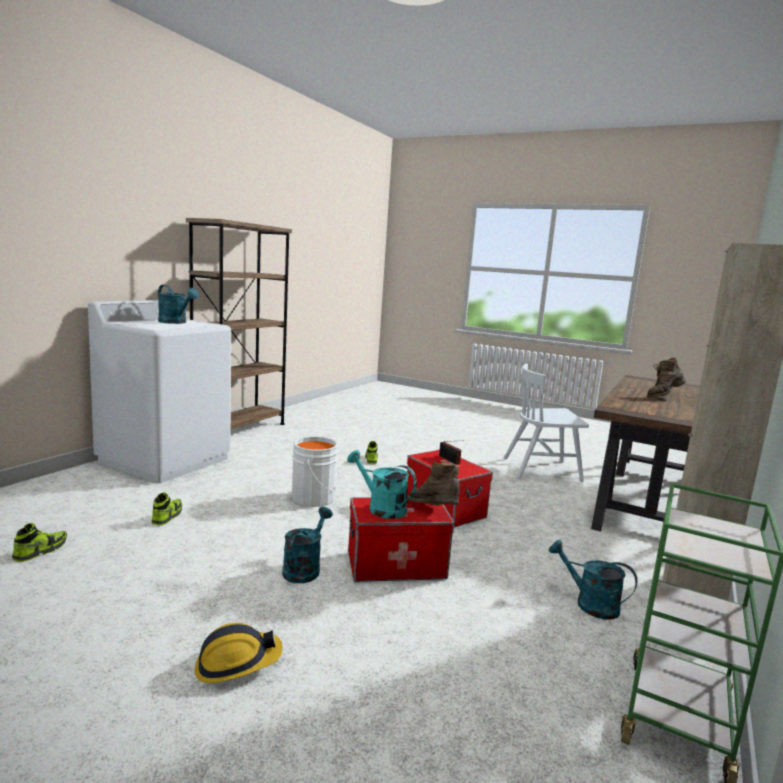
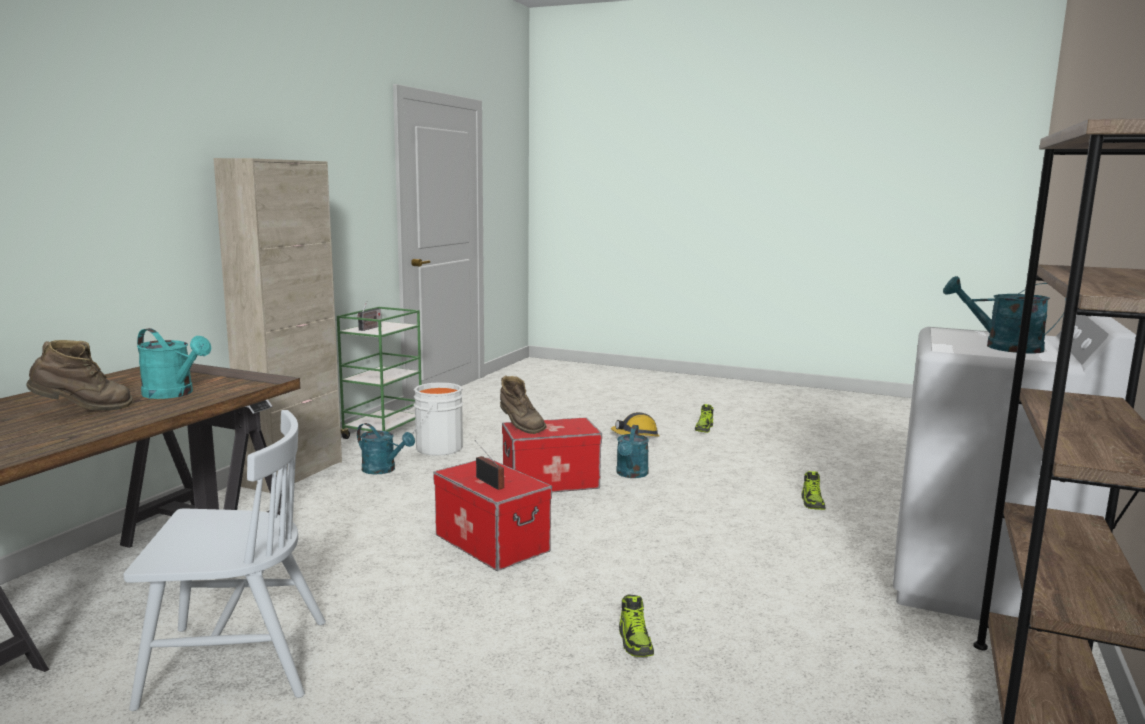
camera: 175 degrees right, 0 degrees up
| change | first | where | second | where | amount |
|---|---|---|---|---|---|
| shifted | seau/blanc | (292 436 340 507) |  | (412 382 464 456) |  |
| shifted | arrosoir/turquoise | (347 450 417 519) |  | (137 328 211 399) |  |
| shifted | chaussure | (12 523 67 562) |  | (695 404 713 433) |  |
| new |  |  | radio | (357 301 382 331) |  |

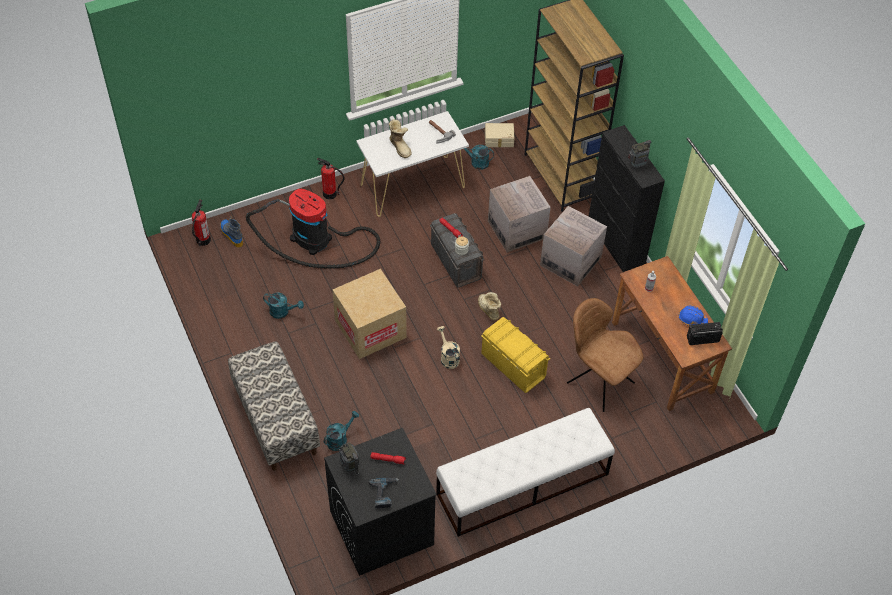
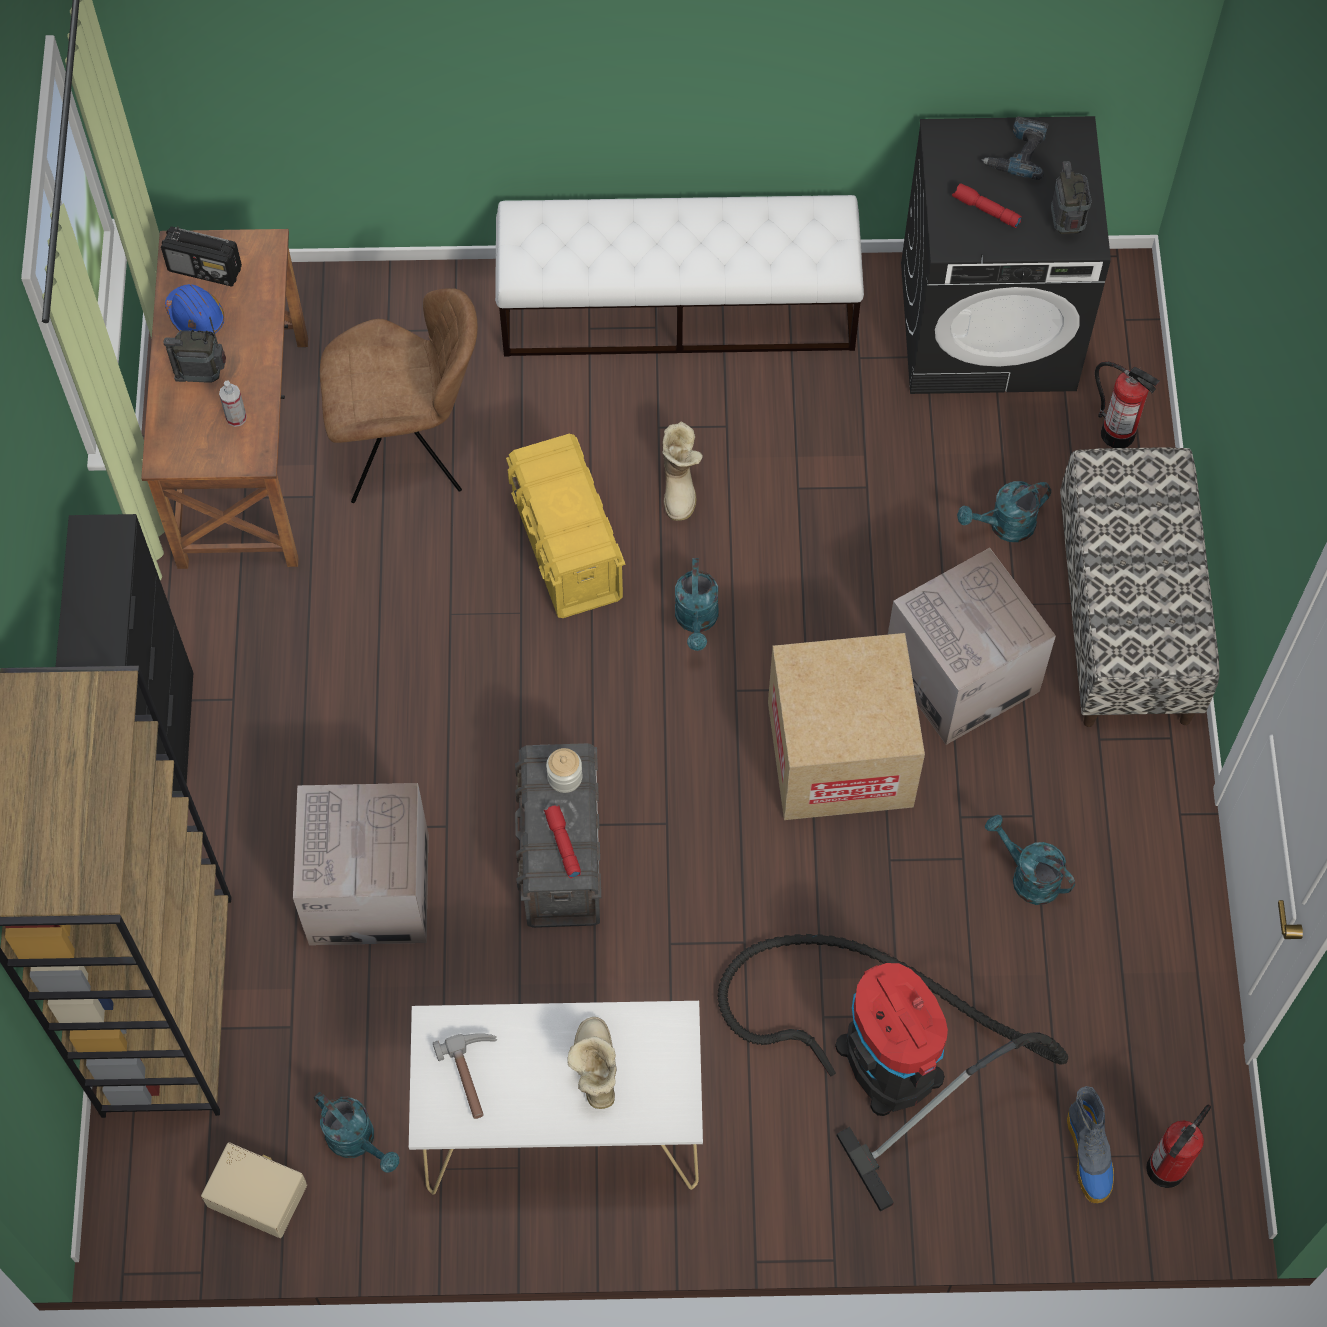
camera: 155 degrees left, 10 degrees up
| change | first | where | second | where | amount |
|---|---|---|---|---|---|
| shifted | radio | (628 138 651 169) |  | (163 317 226 383) |  |
| shifted | extincteur | (317 158 345 200) |  | (1095 361 1160 448) |  |
| shifted | carton | (540 206 607 286) |  | (888 548 1056 745) |  |
| shifted | botte | (478 292 501 320) |  | (662 422 703 521) |  |
| rotated | chaise/marron | (567 298 644 412) |  | (320 288 478 503) | 75 degrees counterclockwise |
| repainted | arrosoir/beige | (437 326 460 369) | arrosoir/turquoise | (675 558 718 651) |  |

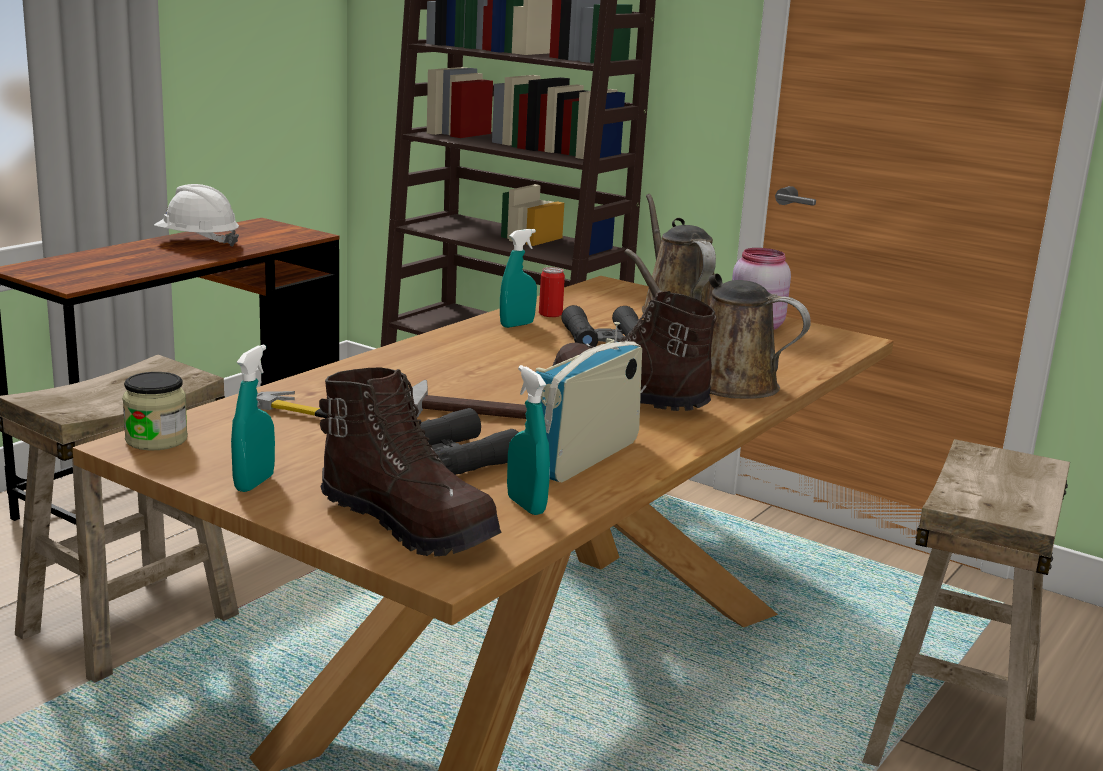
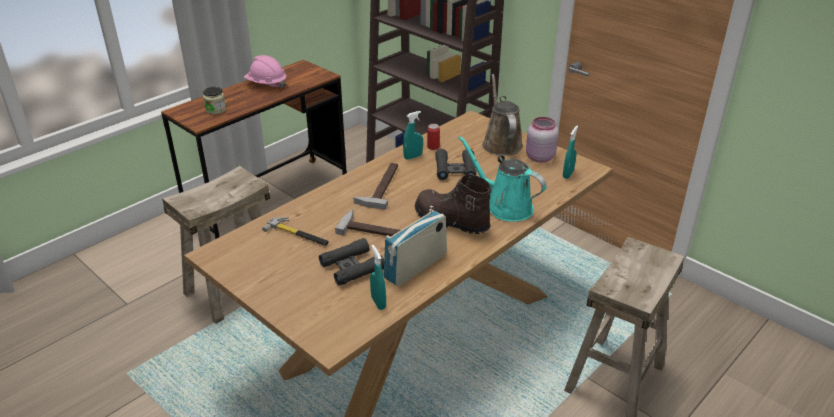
camera: 10 degrees right, 15 degrees up
| change | first | where | second | where | amount |
|---|---|---|---|---|---|
| repainted | casque de chantier/blanc | (154 184 239 247) | casque de chantier/rose | (244 55 286 88) |  |
| repainted | arrosoir/marron | (624 249 811 399) | arrosoir/turquoise | (458 136 547 222) |  |
| shifted | vaporisateur/turquoise | (231 345 275 492) |  | (563 126 578 179) |  |
| gone | botte/marron | (319 368 501 557) |  |  |  |
| shifted | bocal | (122 372 188 450) |  | (203 87 226 114) |  |
| new |  |  | marteau | (354 163 398 210) |  |

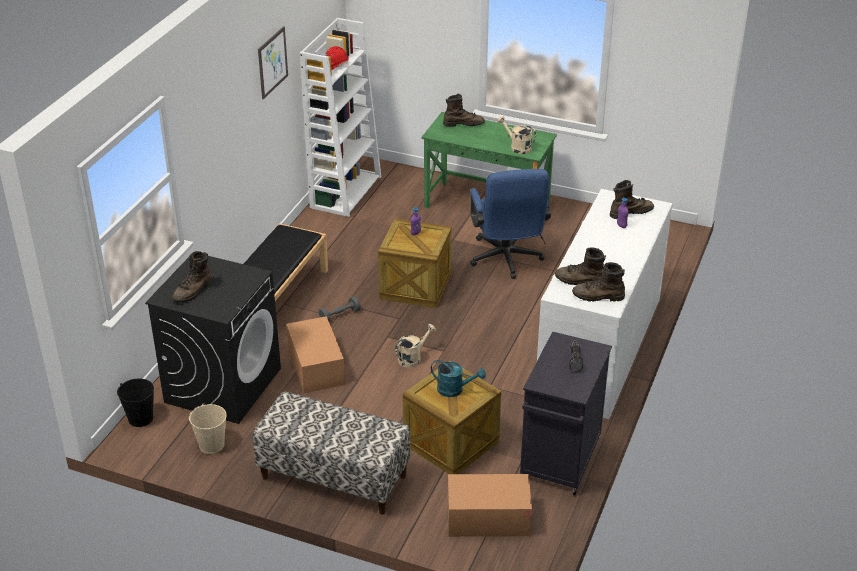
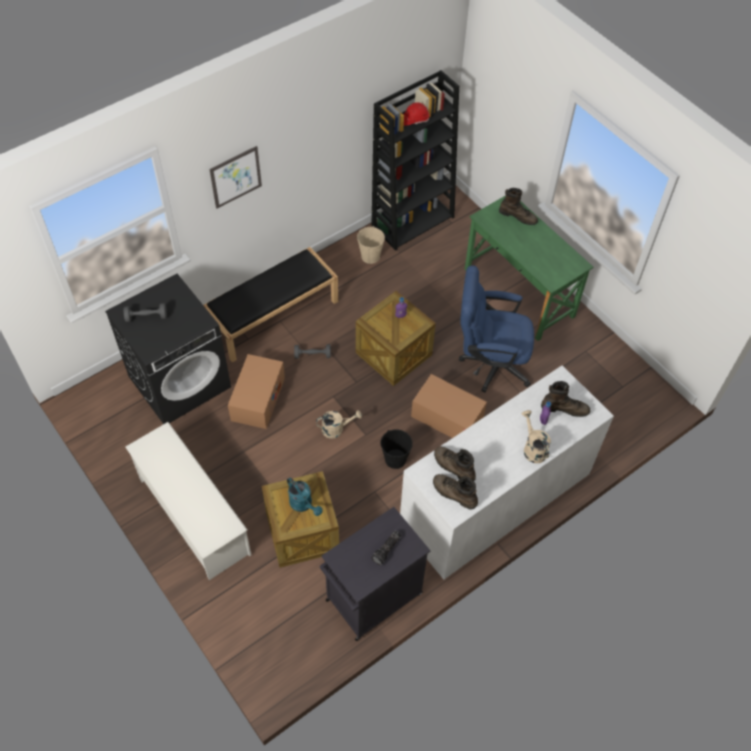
camera: 30 degrees right, 20 degrees up
| change | first | where | second | where | amount |
|---|---|---|---|---|---|
| repainted | bibliothèque/blanc | (300 18 381 217) | bibliothèque/noir | (371 70 459 251) |  |
| shifted | tableau | (258 26 288 99) |  | (209 146 262 209) |  |
| shifted | arrosoir/beige | (497 116 536 154) |  | (522 410 551 463) |  |
| rotated | chaise de bureau/bleu | (470 169 551 279) |  | (459 265 534 392) | 75 degrees clockwise |
| swapped | botte/marron | (172 251 212 302) | haltère/gris | (124 303 167 322) |  |
| shifted | seau/noir | (117 378 154 427) |  | (381 429 413 469) |  |
| swapped | banc | (252 391 410 515) | étagère à chaussures/blanc | (125 422 251 580) |  |
| shifted | seau/beige | (189 403 227 454) |  | (357 226 385 264) |  |
| shifted | carton | (448 474 532 537) |  | (411 374 487 438) |  |

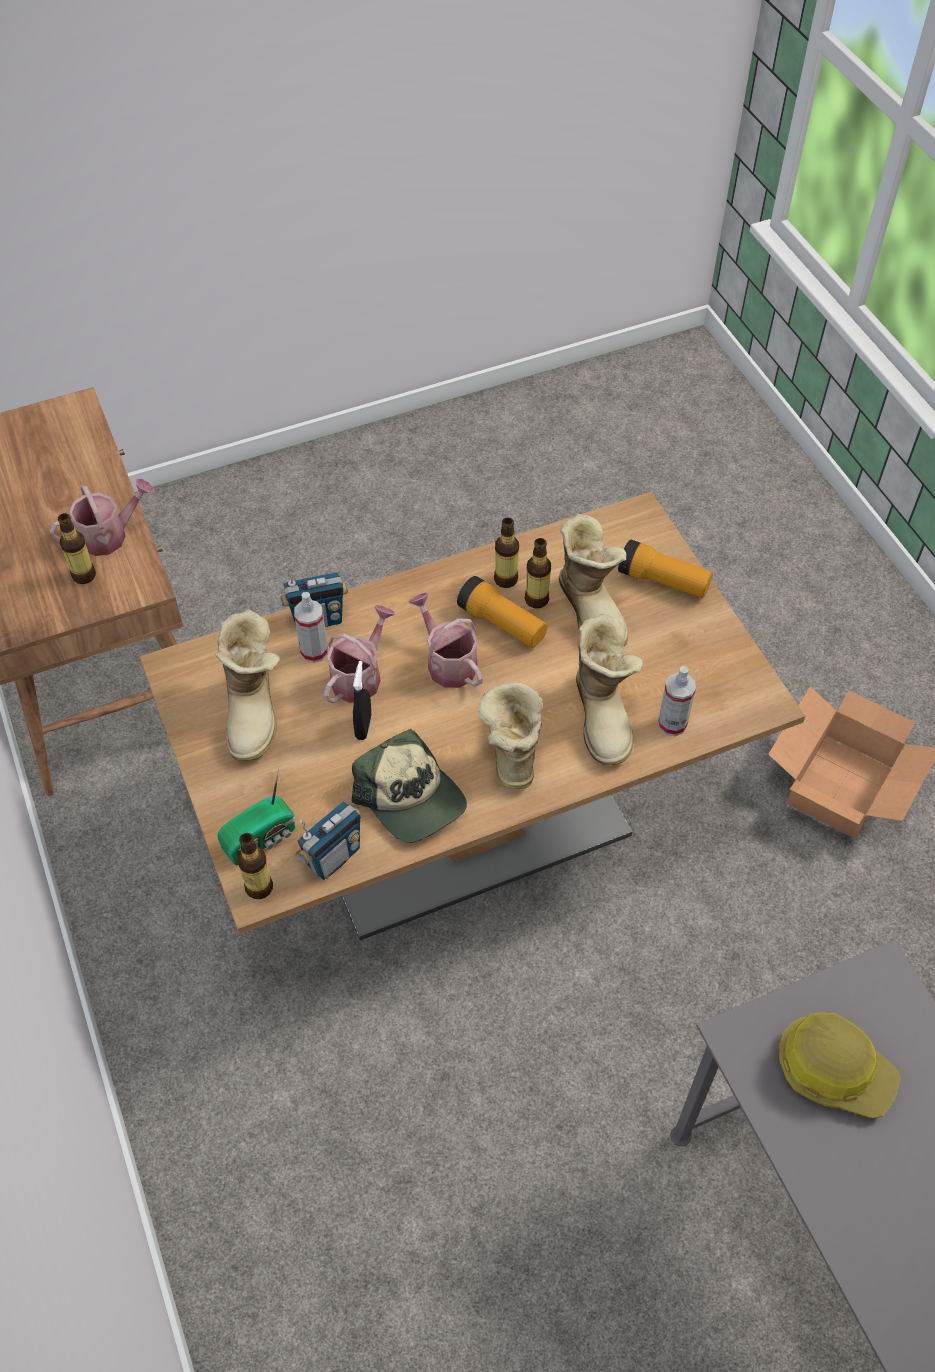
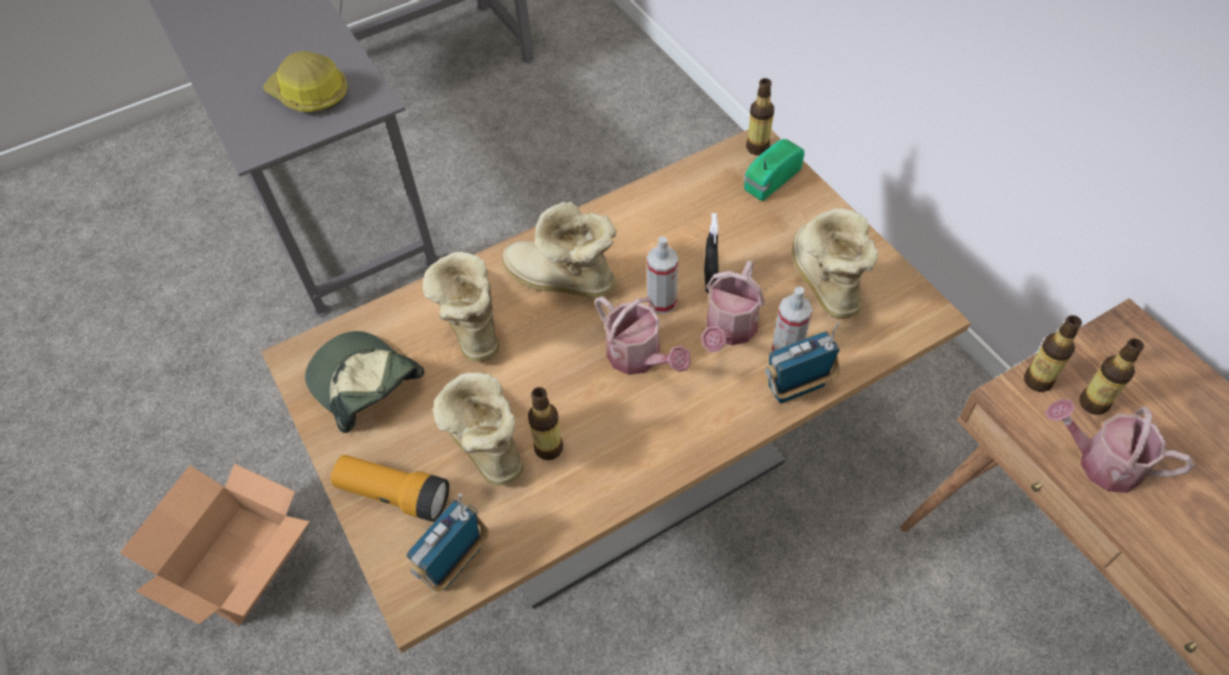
camera: 175 degrees right, 0 degrees up
| change | first | where | second | where | amount |
|---|---|---|---|---|---|
| rotated | arrosoir | (50 479 154 556) |  | (1046 399 1194 493) | 60 degrees clockwise |
| shifted | bouteille | (494 517 519 588) |  | (1024 315 1082 392) |  |
| gone | lampe de poche | (457 576 547 648) |  |  |  |
| shifted | vaporisateur | (658 666 696 736) |  | (647 236 678 314) |  |
| rotated | botte | (478 682 543 789) |  | (502 201 617 298) | 120 degrees clockwise |
| shifted | casquette | (352 729 467 843) |  | (305 331 424 433) |  |
| shifted | radio | (294 801 361 880) |  | (406 494 489 592) |  |

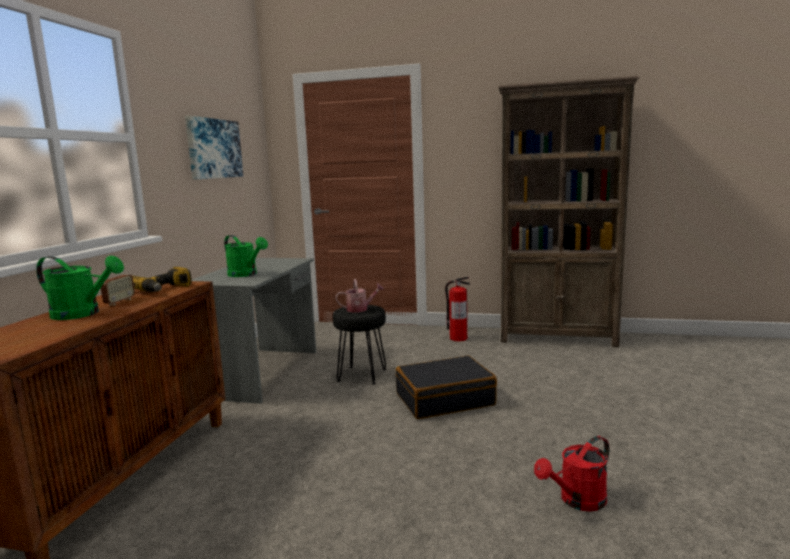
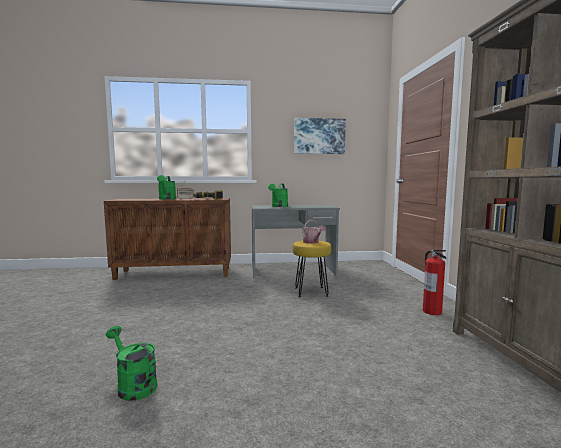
camera: 70 degrees right, 5 degrees down
| change | first | where | second | where | amount |
|---|---|---|---|---|---|
| repainted | tabouret/noir | (333 305 386 385) | tabouret/jaune | (292 241 331 297) |  |
| gone | valise/noir | (396 355 497 419) |  |  |  |
| repainted | arrosoir/rouge | (534 436 609 512) | arrosoir/vert | (106 326 158 401) |  |

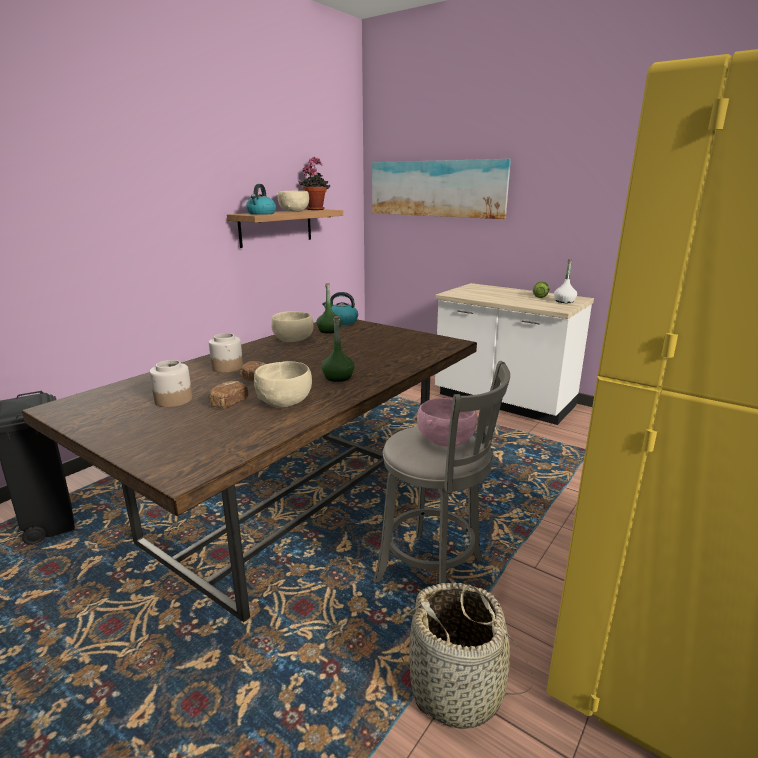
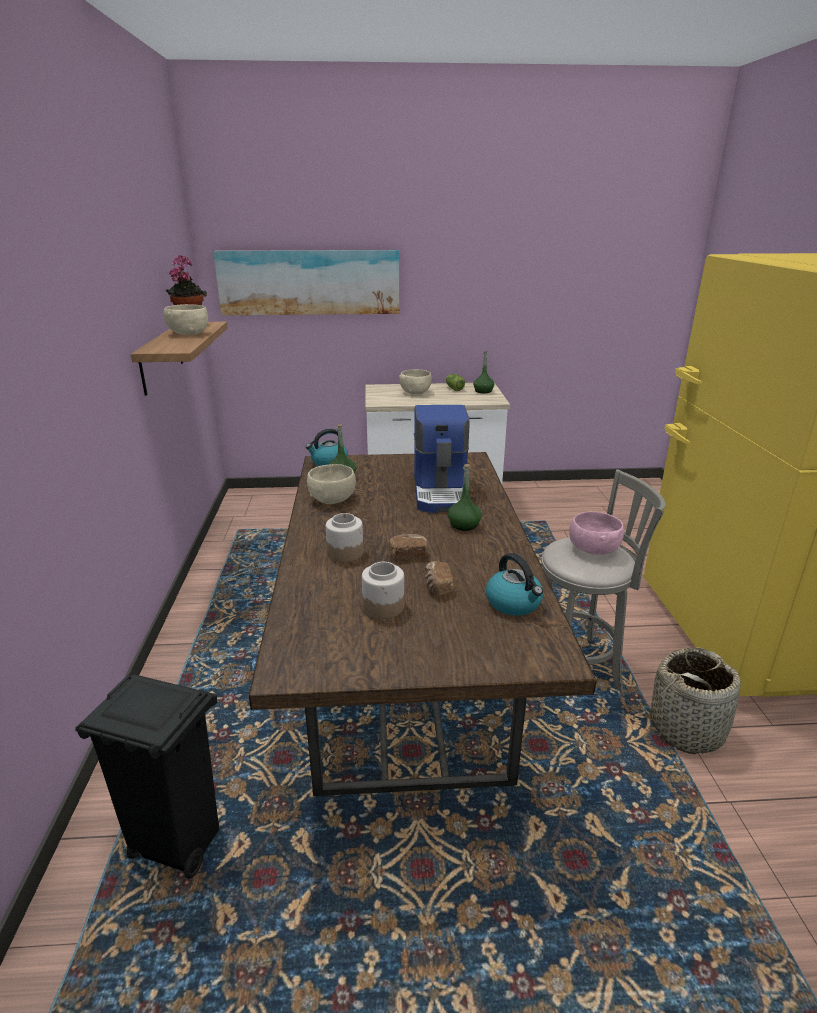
camera: 40 degrees left, 5 degrees up
| change | first | where | second | where | amount |
|---|---|---|---|---|---|
| shifted | bouilloire | (246 184 276 215) |  | (486 553 543 616) |  |
| repainted | bouteille/blanc | (554 259 577 303) | bouteille/vert | (473 351 494 393) |  |
| shifted | bol/beige | (254 361 312 408) |  | (399 369 432 394) |  |
| new |  |  | machine à café | (414 405 470 513) |  |

